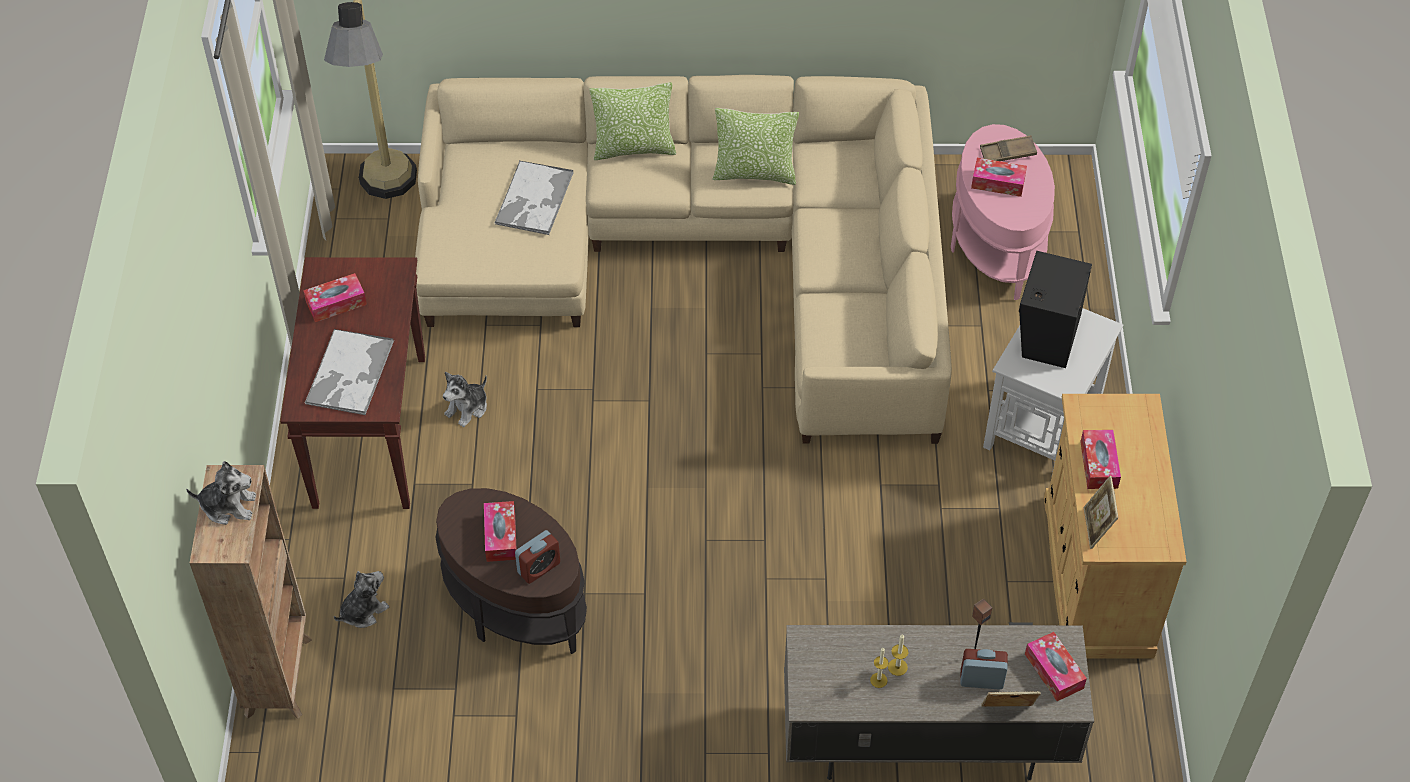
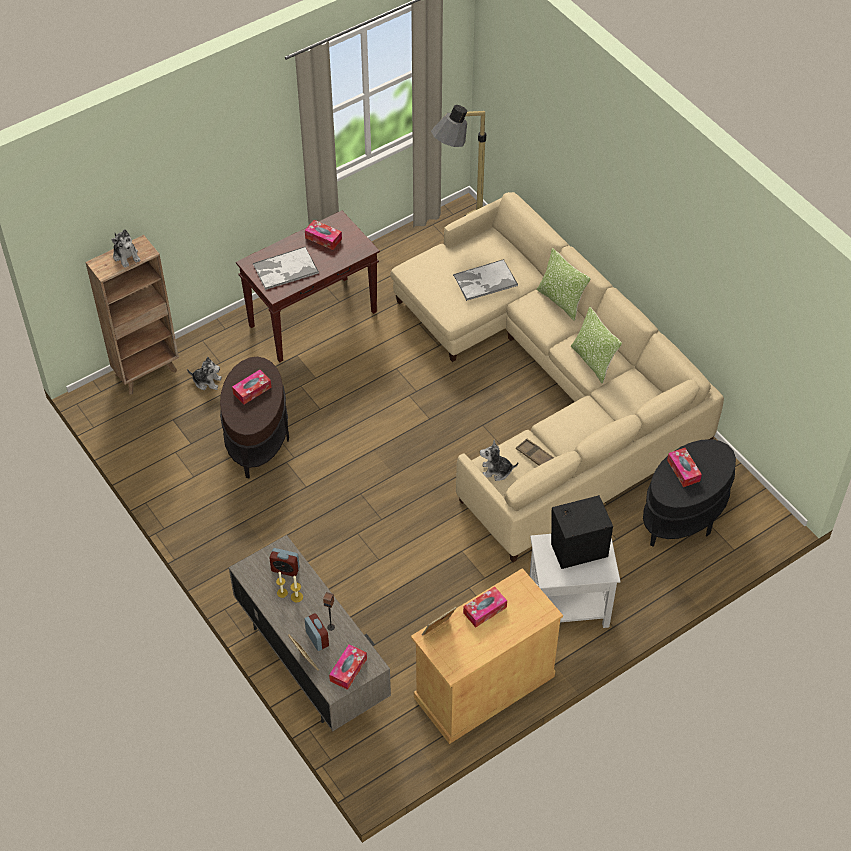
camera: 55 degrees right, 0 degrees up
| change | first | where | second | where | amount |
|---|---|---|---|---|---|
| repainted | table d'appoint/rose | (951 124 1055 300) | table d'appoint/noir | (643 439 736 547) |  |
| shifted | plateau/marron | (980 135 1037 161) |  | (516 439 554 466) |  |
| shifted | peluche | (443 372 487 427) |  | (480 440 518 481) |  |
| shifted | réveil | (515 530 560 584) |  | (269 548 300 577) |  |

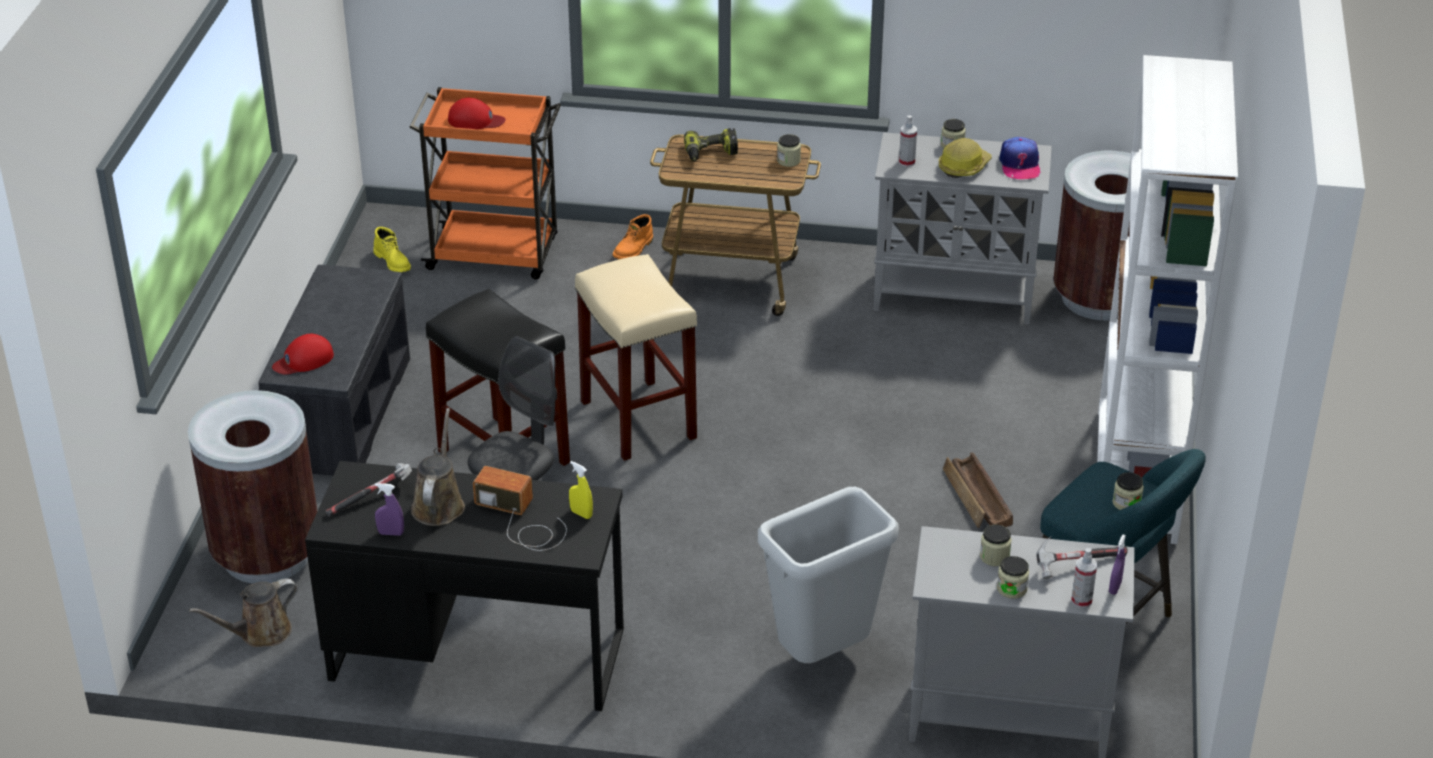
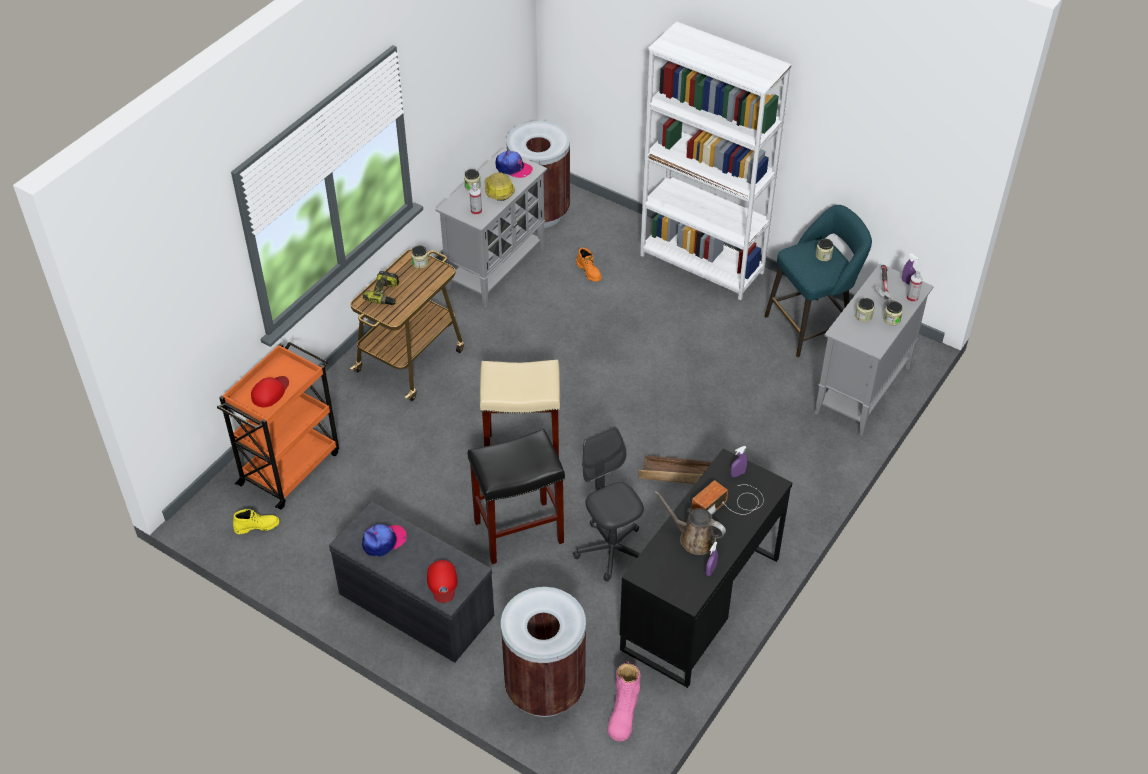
camera: 65 degrees left, 10 degrees up
| change | first | where | second | where | amount |
|---|---|---|---|---|---|
| shifted | botte/orange | (613 214 653 259) |  | (576 248 602 282) |  |
| shifted | caisse | (943 452 1013 528) |  | (638 456 712 484) |  |
| repainted | vaporisateur/jaune | (569 461 593 519) | vaporisateur/violet | (731 446 747 477) |  |
| gone | marteau | (325 463 412 517) |  |  |  |
| gone | poubelle/gris | (758 487 899 663) |  |  |  |
| swapped | arrosoir/marron | (189 579 298 647) | botte/rose | (607 661 641 741) |  |
| new |  |  | casquette | (362 524 407 557) |  |

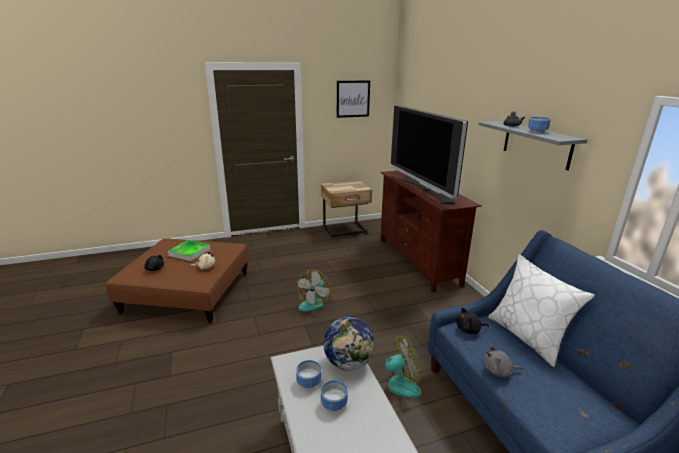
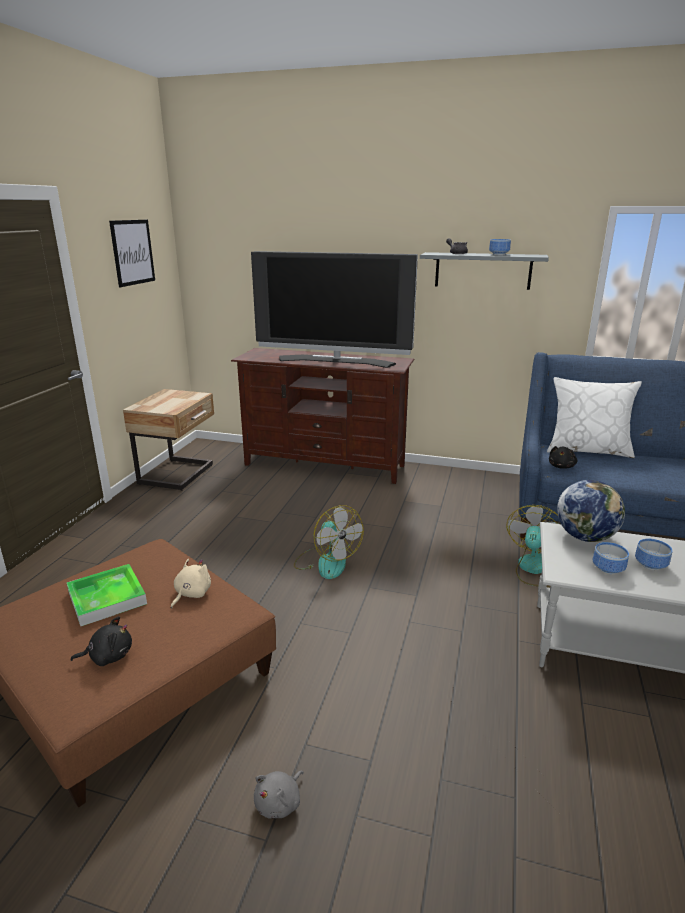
camera: 55 degrees left, 0 degrees up
| change | first | where | second | where | amount |
|---|---|---|---|---|---|
| shifted | peluche/gris | (483 345 522 378) |  | (254 771 304 819) |  |

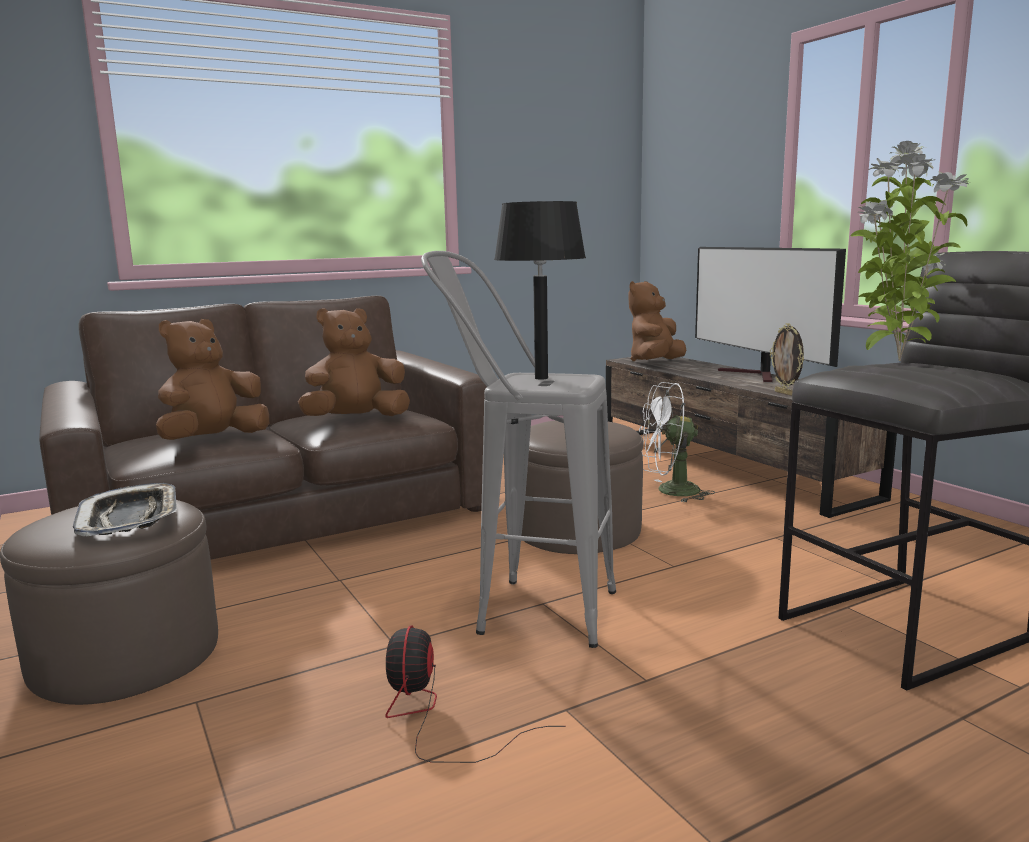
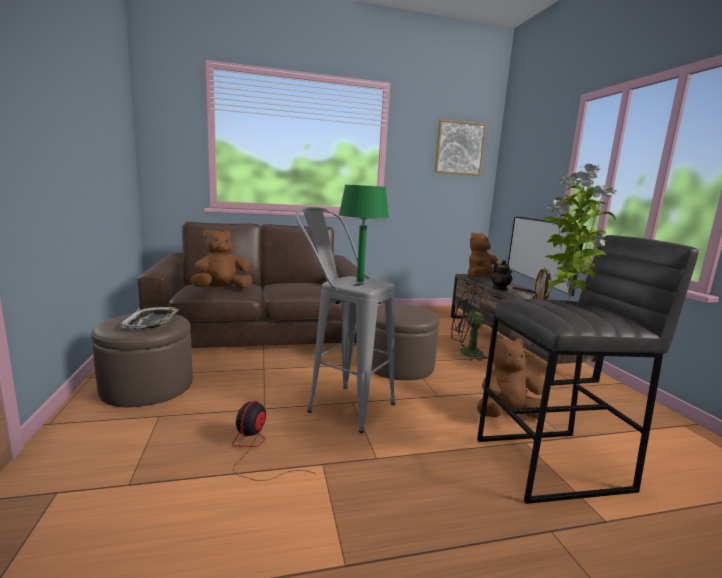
camera: 15 degrees right, 0 degrees up
| change | first | where | second | where | amount |
|---|---|---|---|---|---|
| repainted | lampe de table/noir | (494 201 586 380) | lampe de table/vert | (339 185 389 282) |  |
| shifted | peluche/marron | (298 308 410 416) |  | (477 337 544 419) |  |
| repainted | ventilateur/blanc | (639 382 715 502) | ventilateur/noir | (451 291 488 361) |  |
| new |  |  | tableau | (435 119 487 176) |  |
| new |  |  | théière | (491 260 512 291) |  |

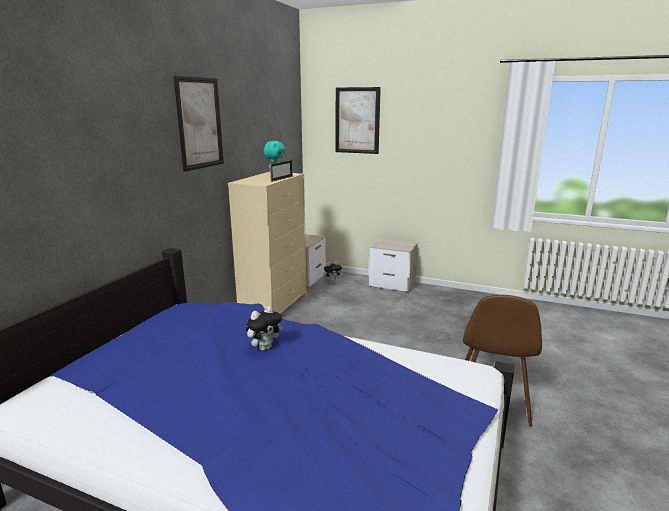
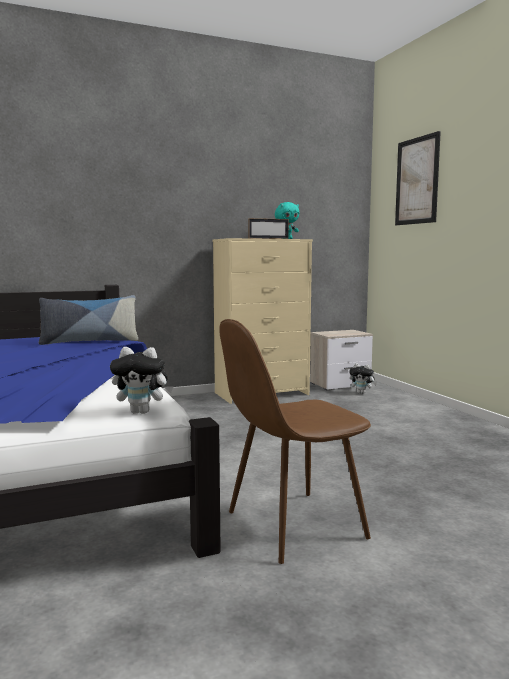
camera: 45 degrees right, 10 degrees down
| change | first | where | second | where | amount |
|---|---|---|---|---|---|
| gone | tableau | (173 76 224 172) |  |  |  |
| gone | table de chevet | (369 238 418 292) |  |  |  |
| shifted | peluche | (246 306 282 351) |  | (110 347 173 414) |  |
| new |  |  | coussin | (39 295 138 345) |  |

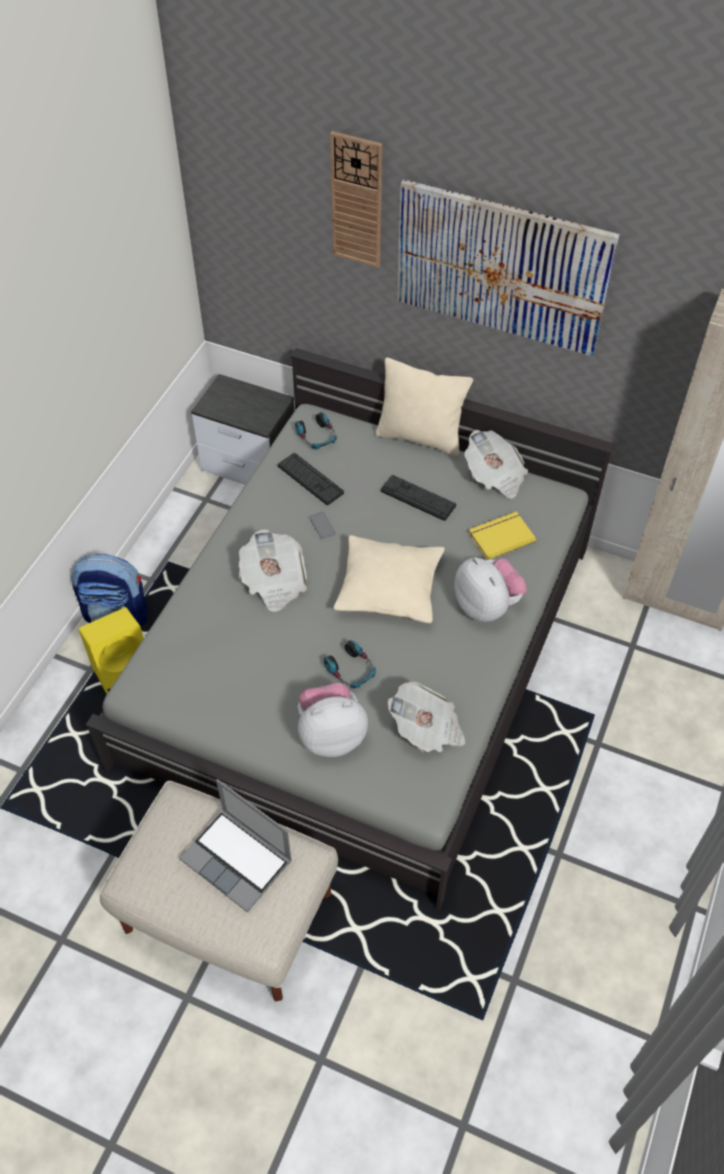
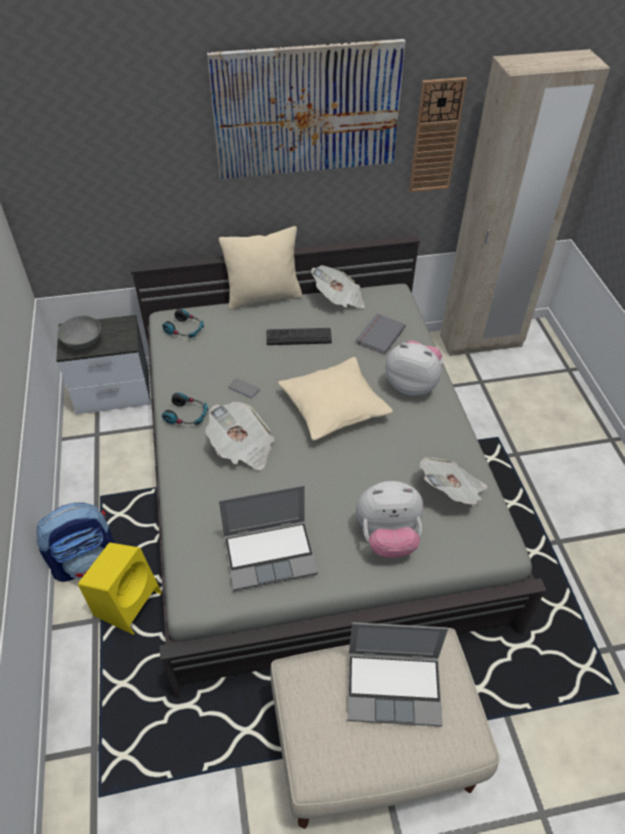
camera: 35 degrees left, 5 degrees down
| change | first | where | second | where | amount |
|---|---|---|---|---|---|
| shifted | horloge murale | (330 131 382 268) |  | (409 77 467 192) |  |
| gone | clavier | (278 453 344 505) |  |  |  |
| repainted | livre/jaune | (468 511 536 560) | livre/gris | (355 314 406 355) |  |
| shifted | casque audio | (324 640 376 688) |  | (162 392 208 425) |  |
| rotated | peluche | (298 683 368 757) |  | (356 481 424 558) | 135 degrees counterclockwise |
| new |  |  | bol/gris | (57 316 101 349) |  |
| new |  |  | ordinateur portable | (219 485 318 591) |  |

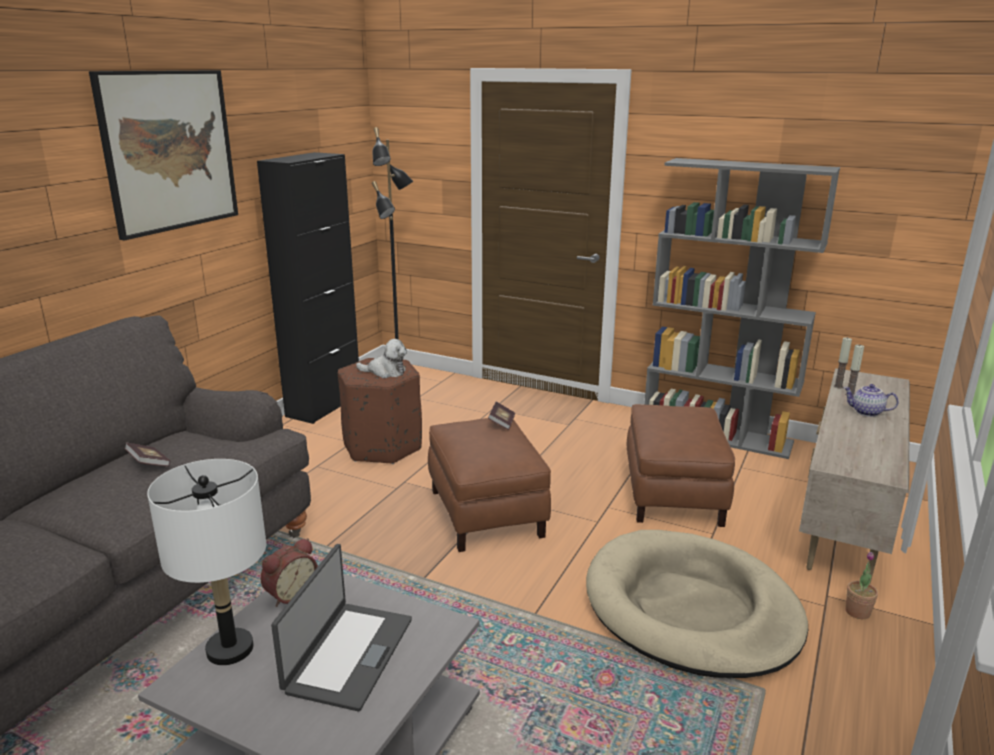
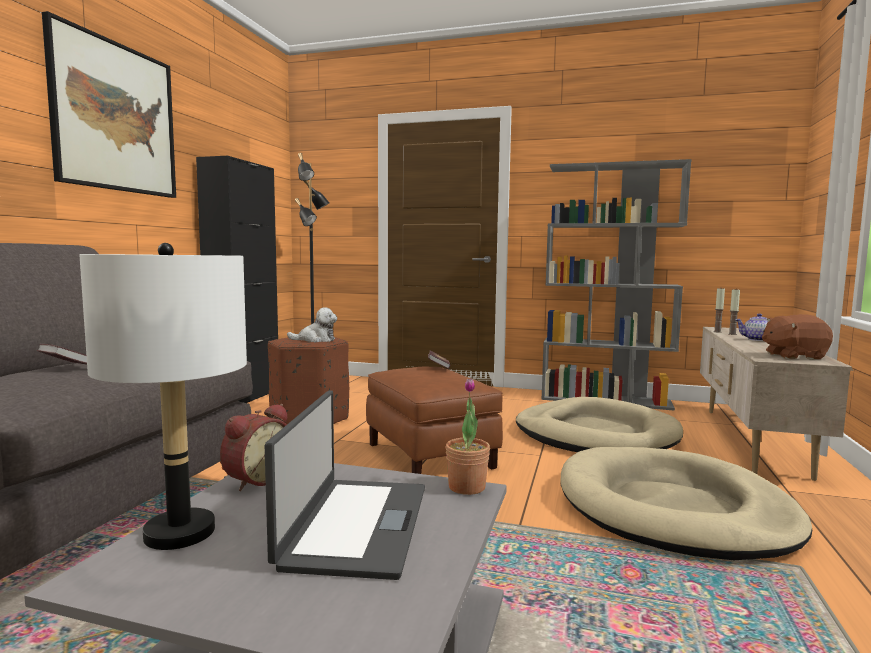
camera: 10 degrees left, 15 degrees down
| change | first | where | second | where | amount |
|---|---|---|---|---|---|
| swapped | pouf/marron | (627 404 735 527) | panier pour chien/beige | (516 397 683 452) |  |
| shifted | plante en pot | (845 552 878 619) |  | (445 379 490 495) |  |
| new |  |  | peluche/marron | (762 314 833 359) |  |

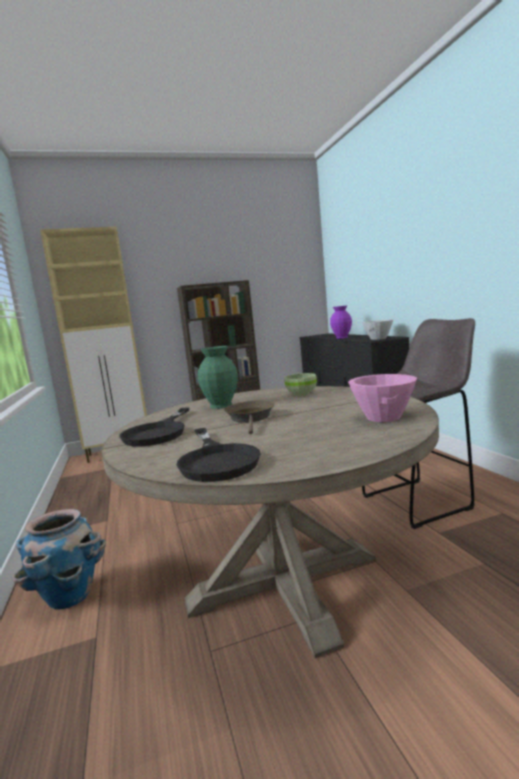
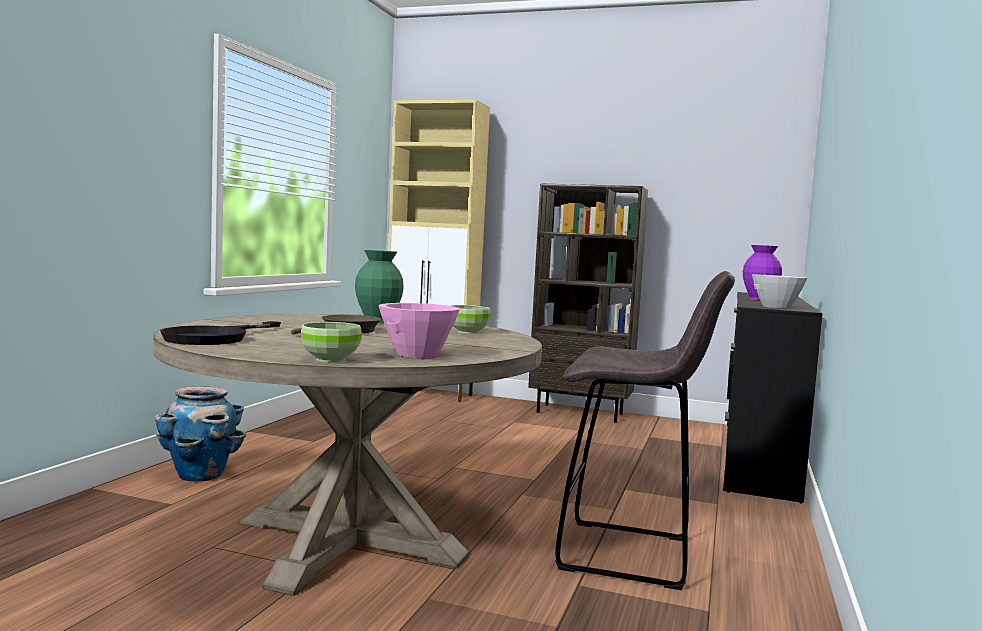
camera: 35 degrees right, 5 degrees down
| change | first | where | second | where | amount |
|---|---|---|---|---|---|
| gone | poêle/noir | (119 408 189 447) |  |  |  |
| new |  |  | bol/vert | (301 322 362 362) |  |

